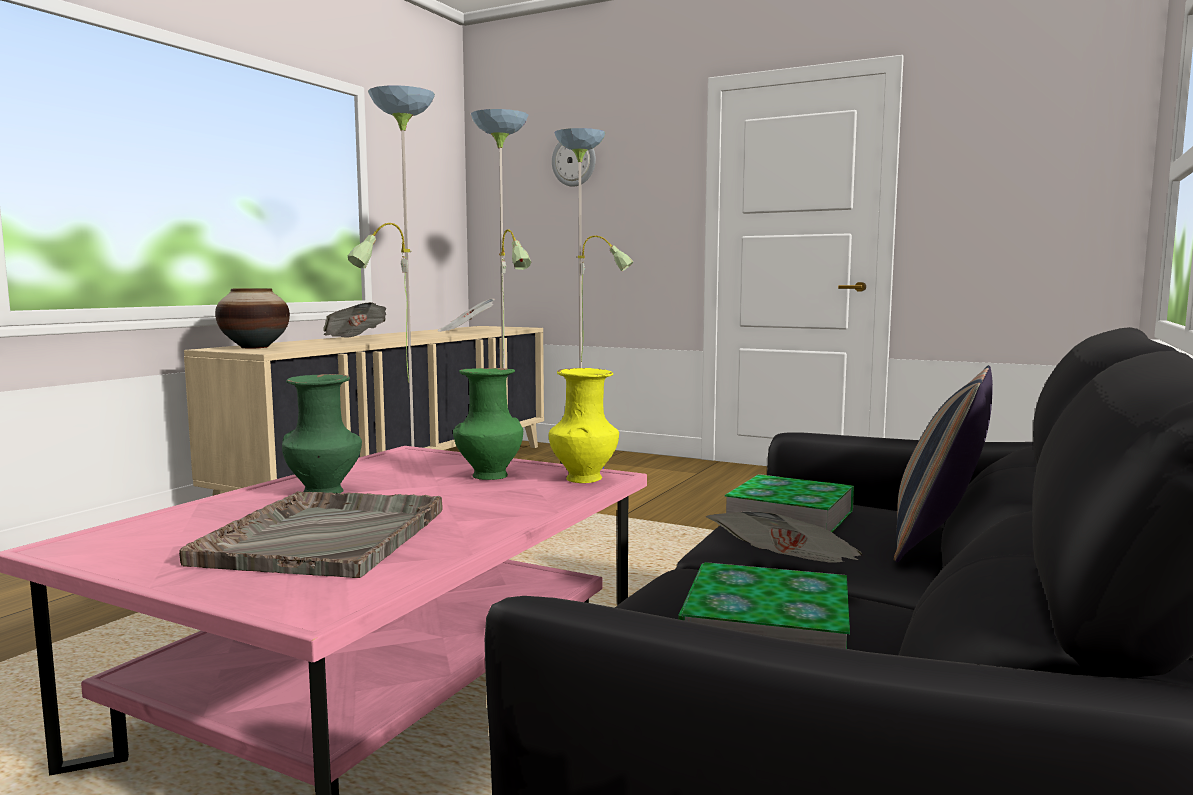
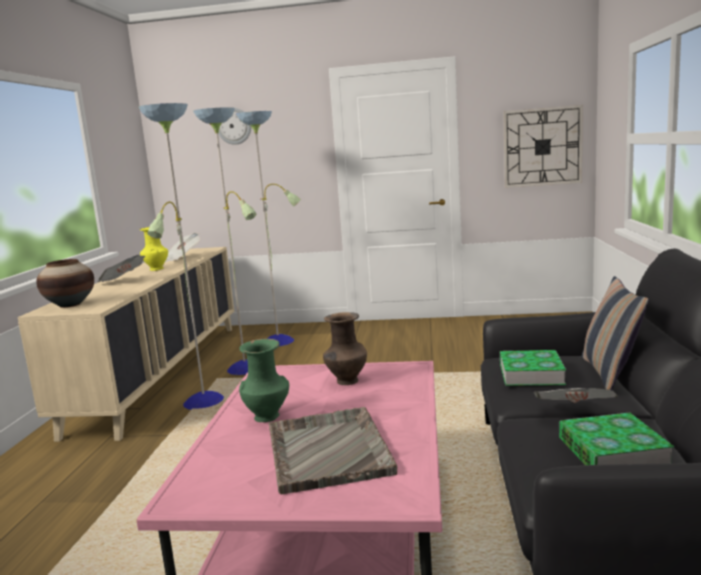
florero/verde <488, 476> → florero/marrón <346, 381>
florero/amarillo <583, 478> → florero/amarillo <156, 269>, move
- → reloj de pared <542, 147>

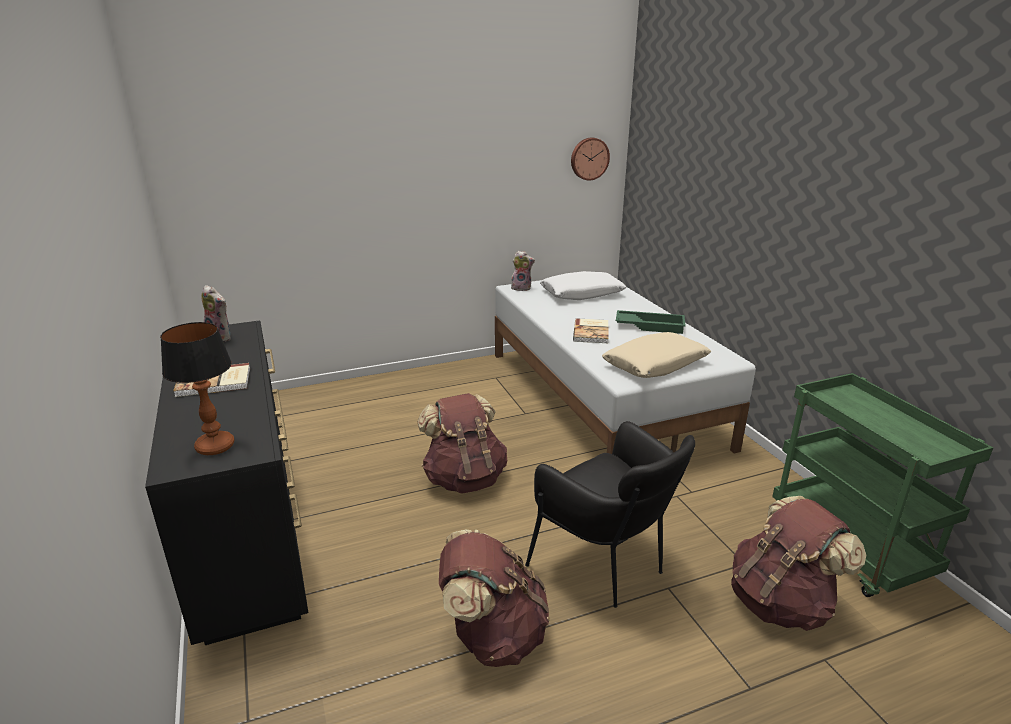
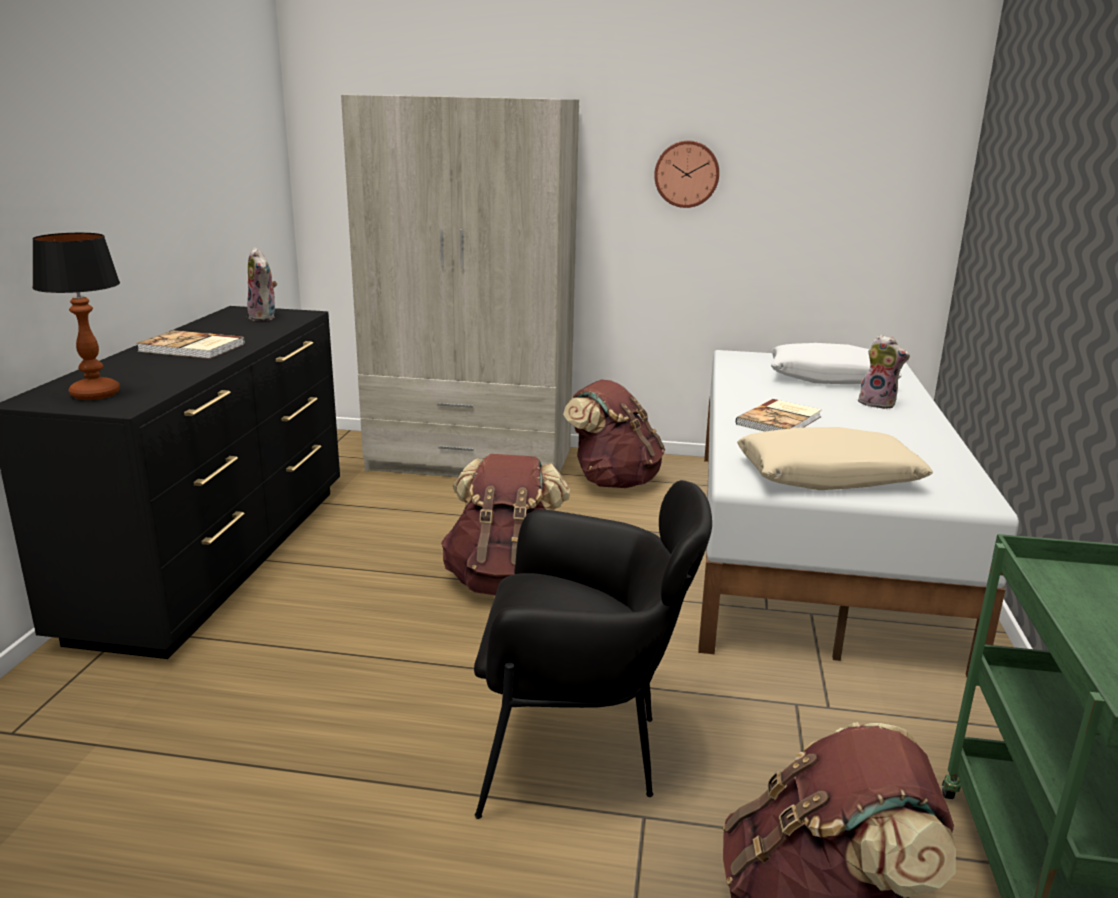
reloj de pared <589, 158> → reloj de pared <686, 174>, move
peluche <521, 288> → peluche <878, 403>, move
bandeja/verde <650, 325> → -
sillón/negro <606, 566> → sillón/negro <581, 750>, 75 degrees counterclockwise
mochila/marrón <493, 636> → mochila/marrón <613, 481>, move
- → armario ropero/beis <471, 460>

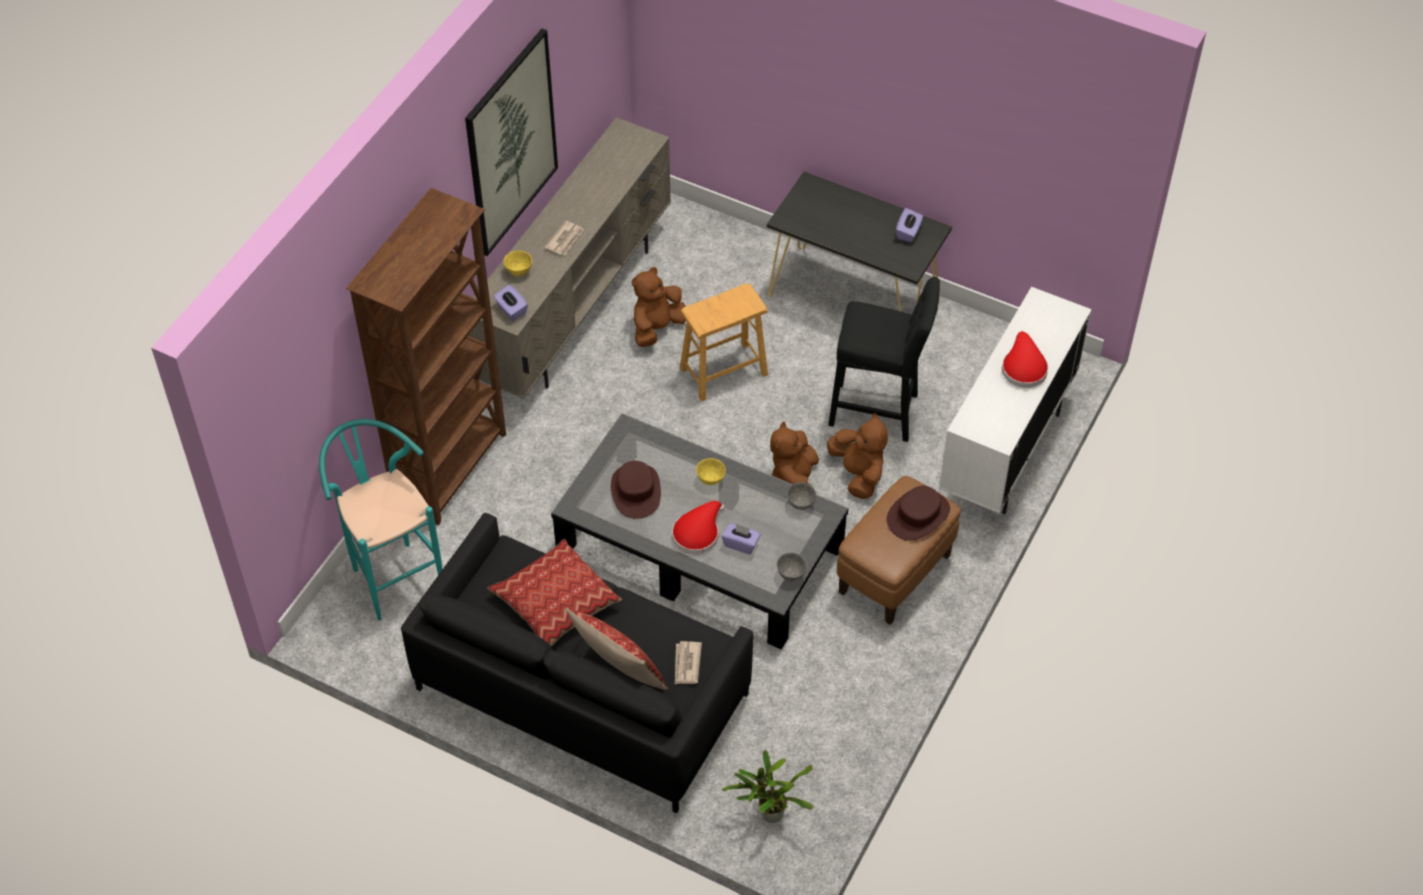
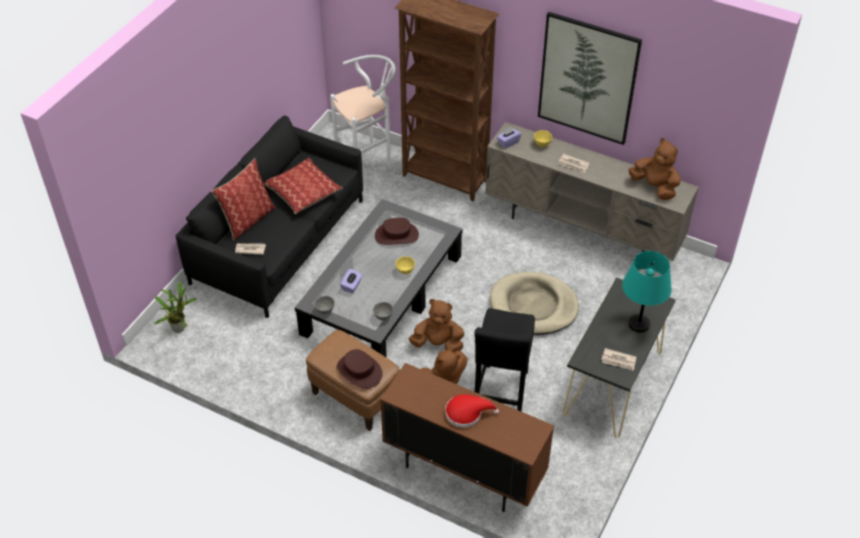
caja de pañuelos/morado <908, 232> → periódico <618, 360>
peluche/marrón <657, 328> → peluche/marrón <654, 187>, move
taburete/marrón <723, 371> → cama para perro/beis <533, 306>
armario/blanco <1005, 454> → armario/marrón <463, 472>
taburete/turquesa <392, 573> → taburete/blanco <368, 159>
sombrero/rojo <698, 533> → -
- → lámpara de mesa/turquesa <639, 324>

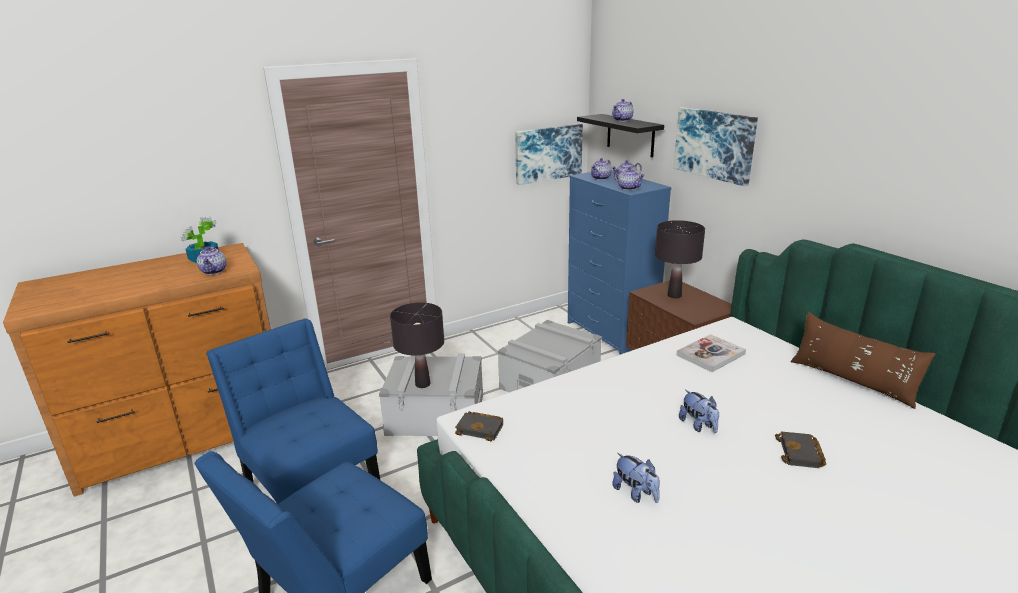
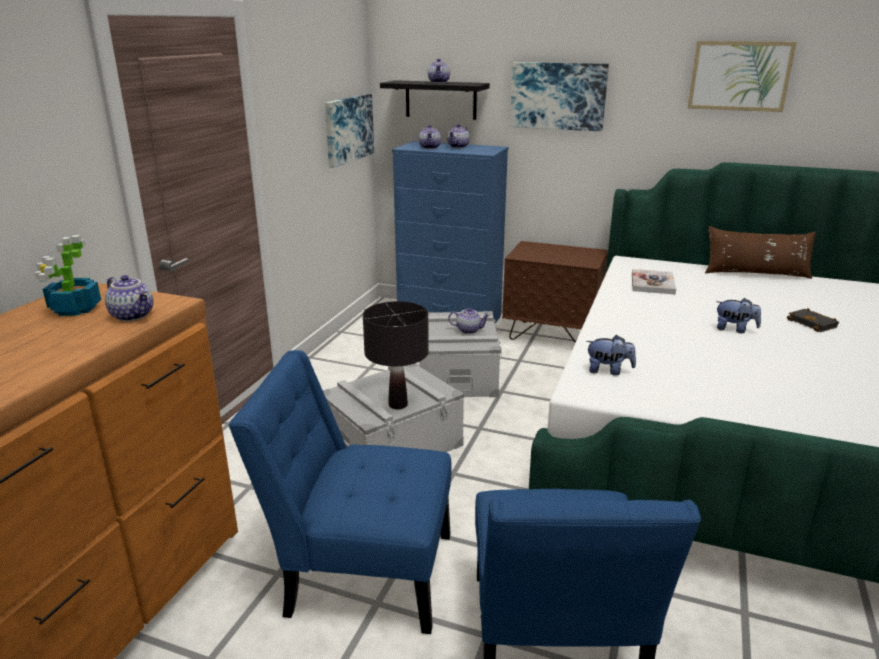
tetera <629, 188> → tetera <469, 330>, move
lámpara de mesa/negro <674, 295> → -
libro/negro <481, 429> → -
peluche <636, 493> → peluche <608, 371>, move
- → cuadro <739, 76>

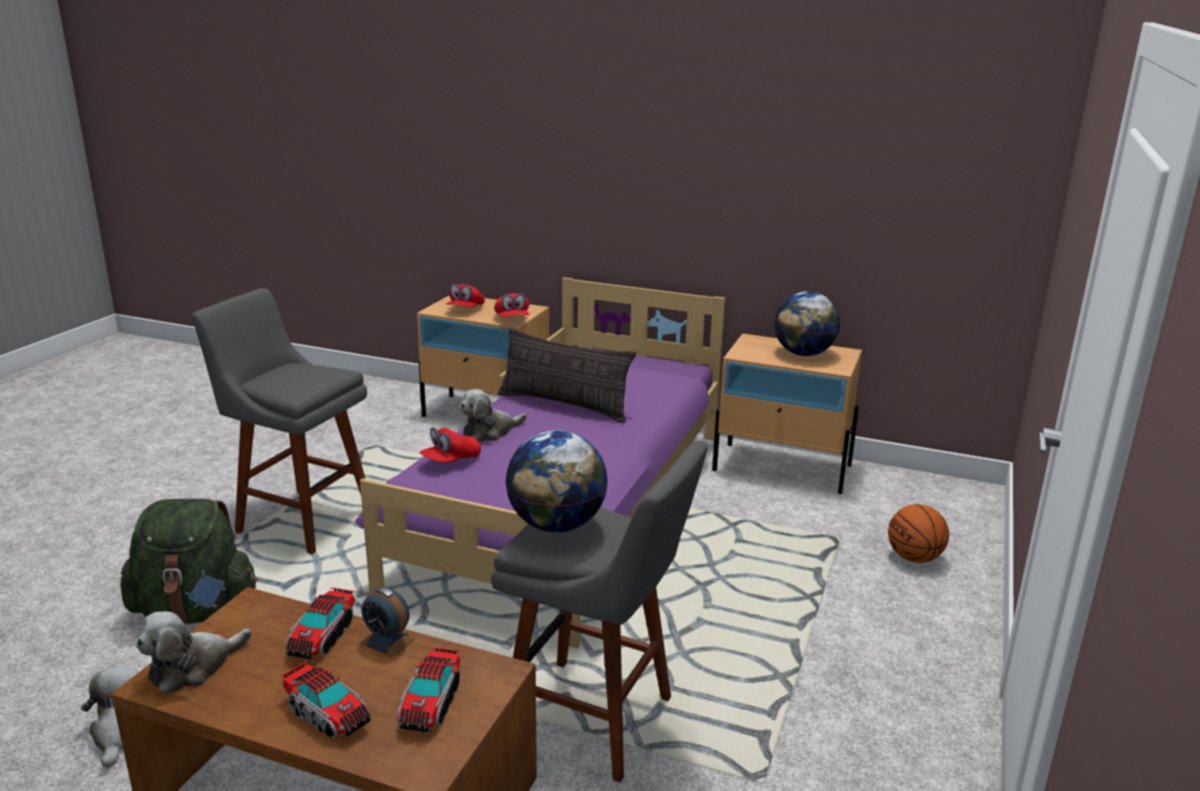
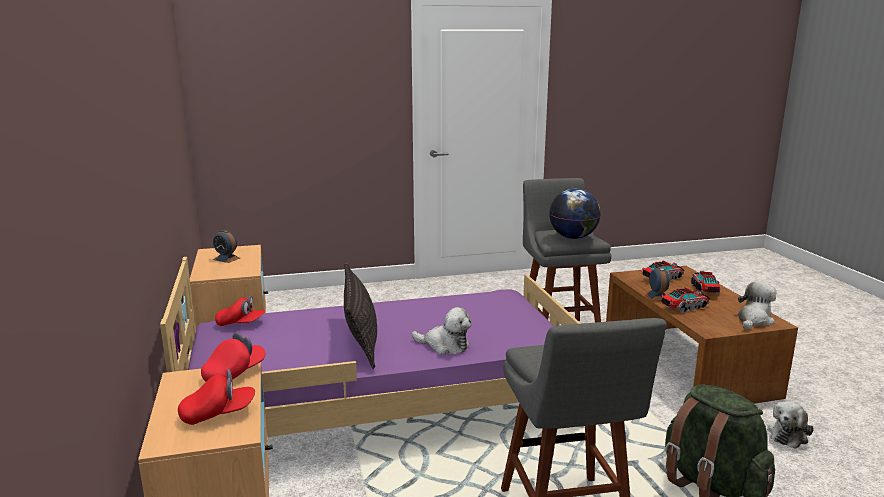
globo terráqueo <803, 354> → despertador <226, 259>
gorra/rojo <451, 461> → gorra/rojo <241, 324>, move
balón de baloncesto <914, 558> → -
peluche <193, 667> → peluche <754, 320>, 60 degrees counterclockwise

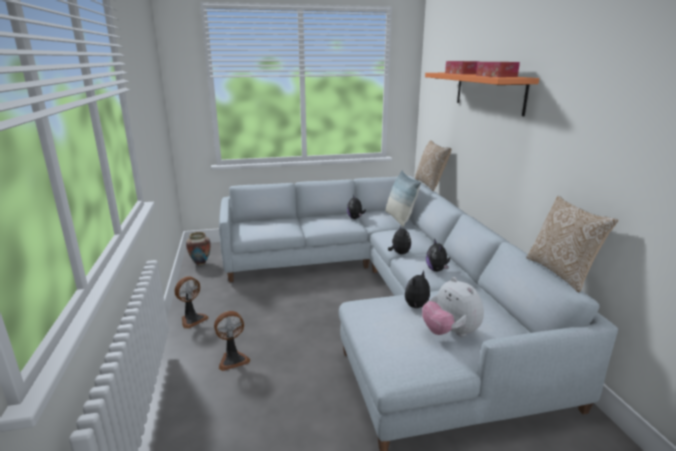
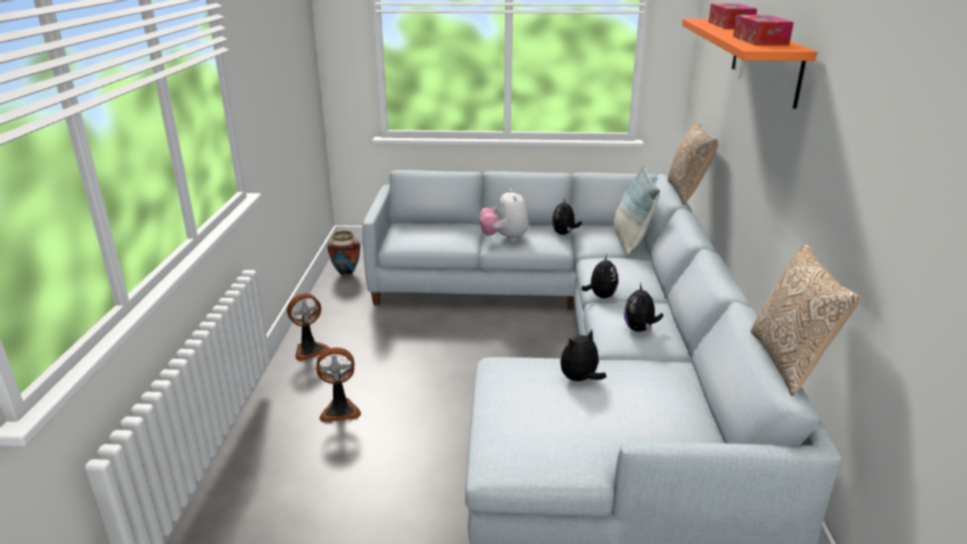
peluche <450, 333> → peluche <504, 238>, move

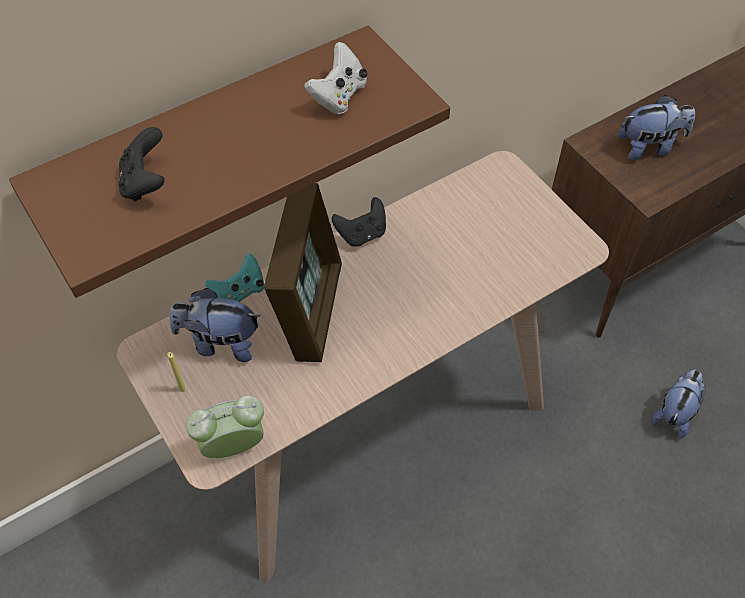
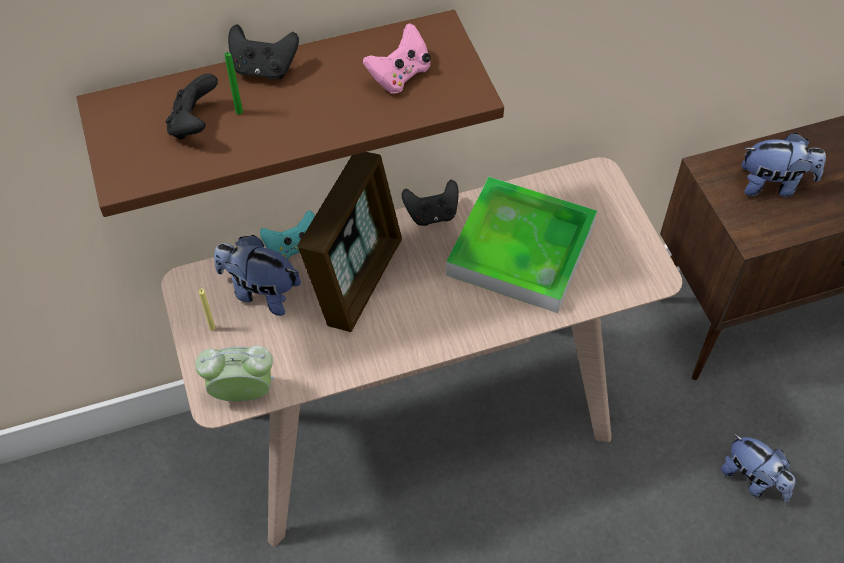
mando de consola/blanco <338, 96> → mando de consola/rosa <400, 75>
peluche <674, 413> → peluche <753, 480>, 90 degrees clockwise
- → mando de consola/negro <264, 69>
- → vela/verde <239, 112>
- → bandeja <521, 249>

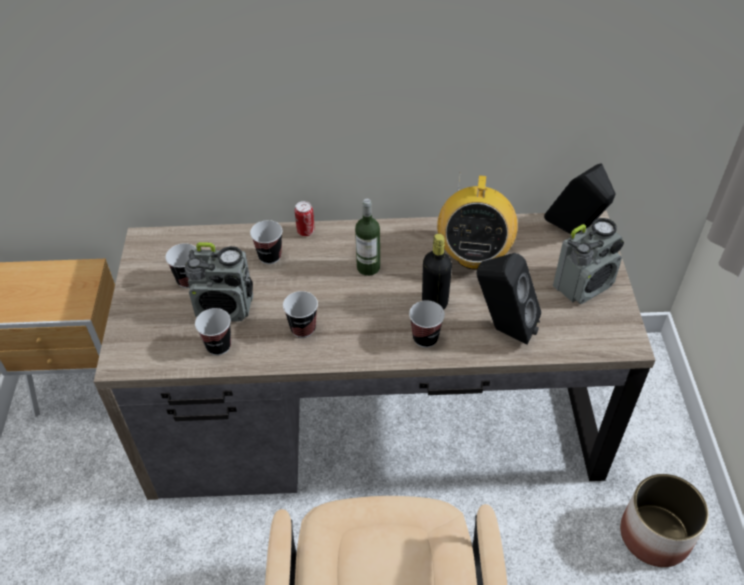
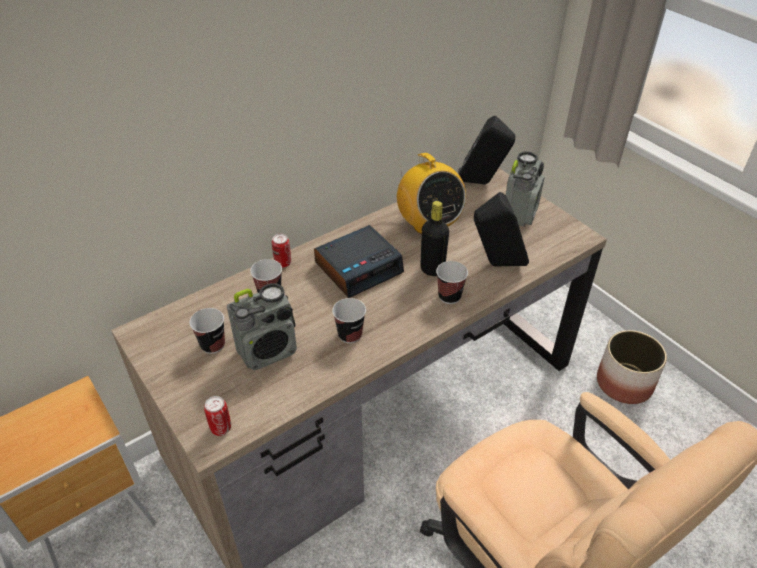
botella <368, 267> → despertador <359, 267>
taza <218, 346> → -
- → lata <221, 428>

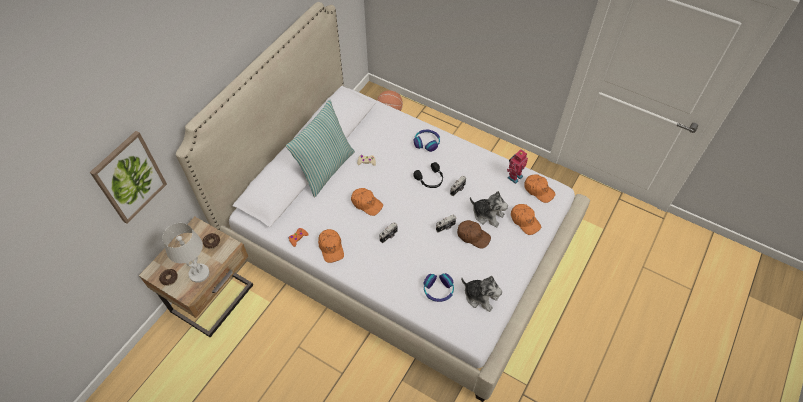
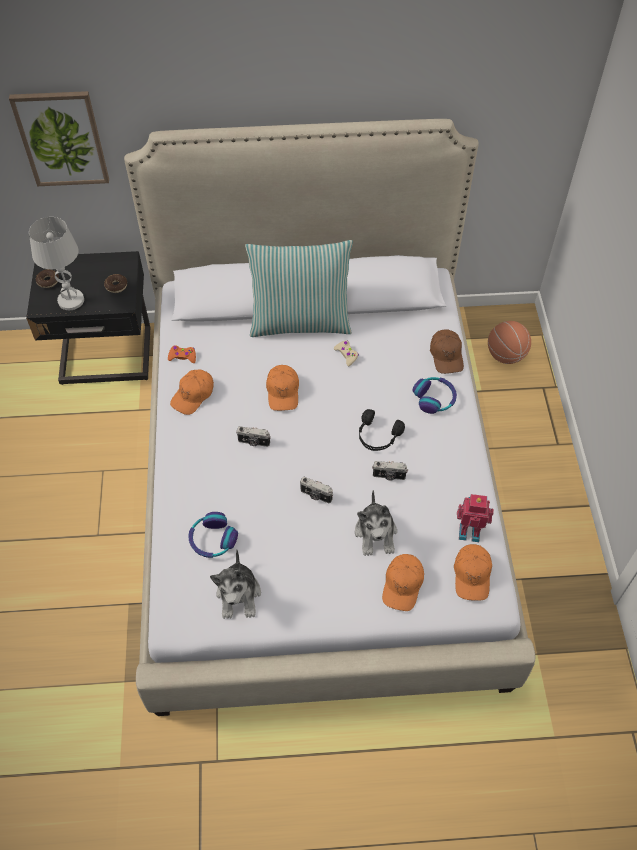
mesita de noche/beis <215, 299> → mesita de noche/negro <107, 358>
gorra/marrón <473, 236> → gorra/marrón <446, 355>, move

